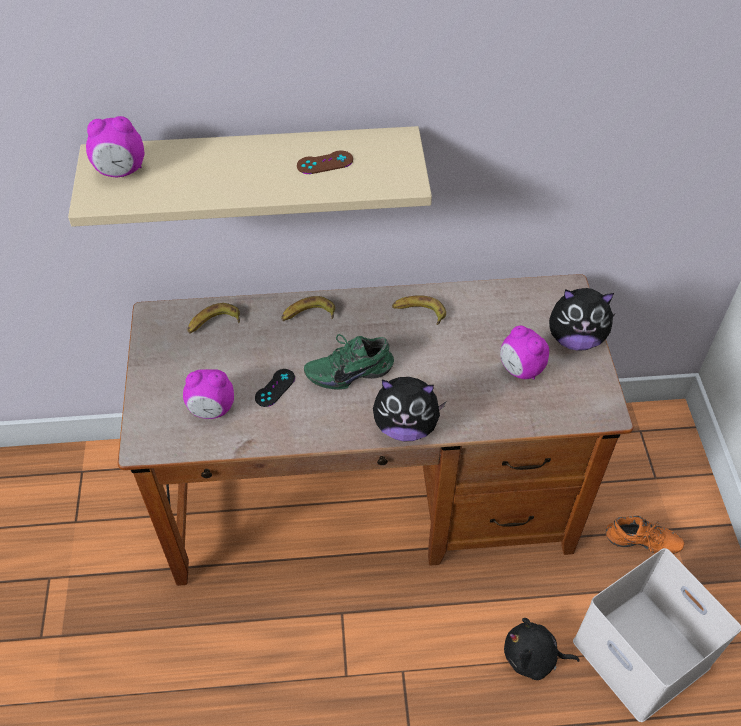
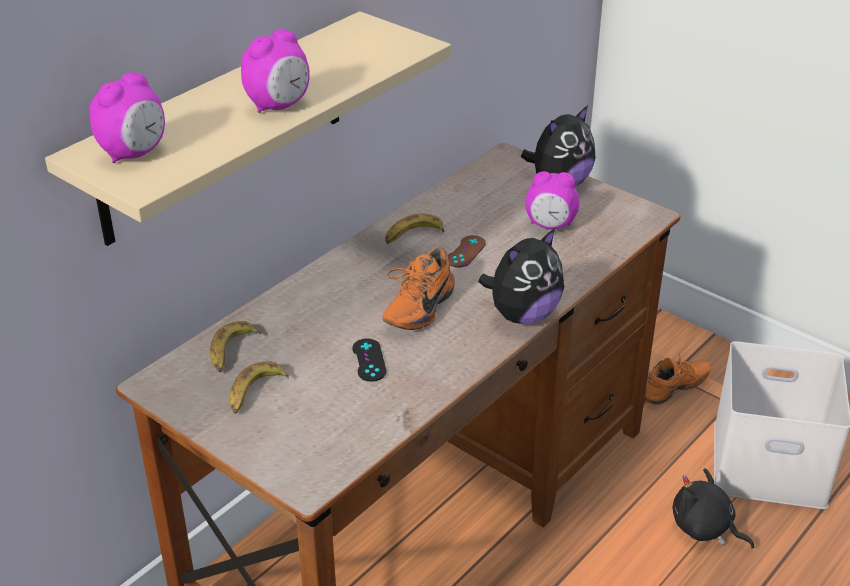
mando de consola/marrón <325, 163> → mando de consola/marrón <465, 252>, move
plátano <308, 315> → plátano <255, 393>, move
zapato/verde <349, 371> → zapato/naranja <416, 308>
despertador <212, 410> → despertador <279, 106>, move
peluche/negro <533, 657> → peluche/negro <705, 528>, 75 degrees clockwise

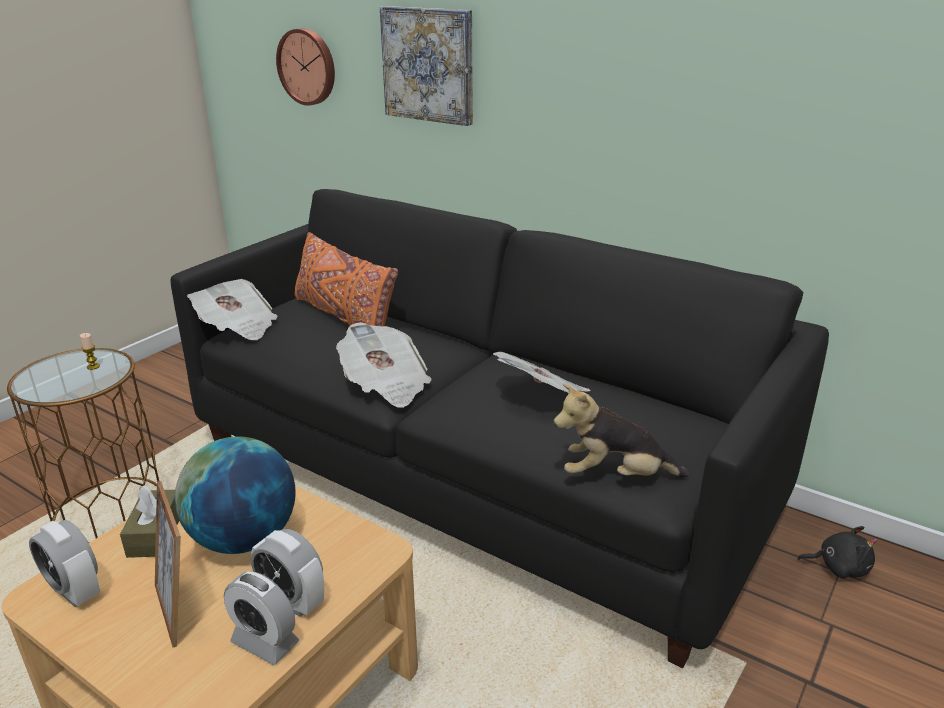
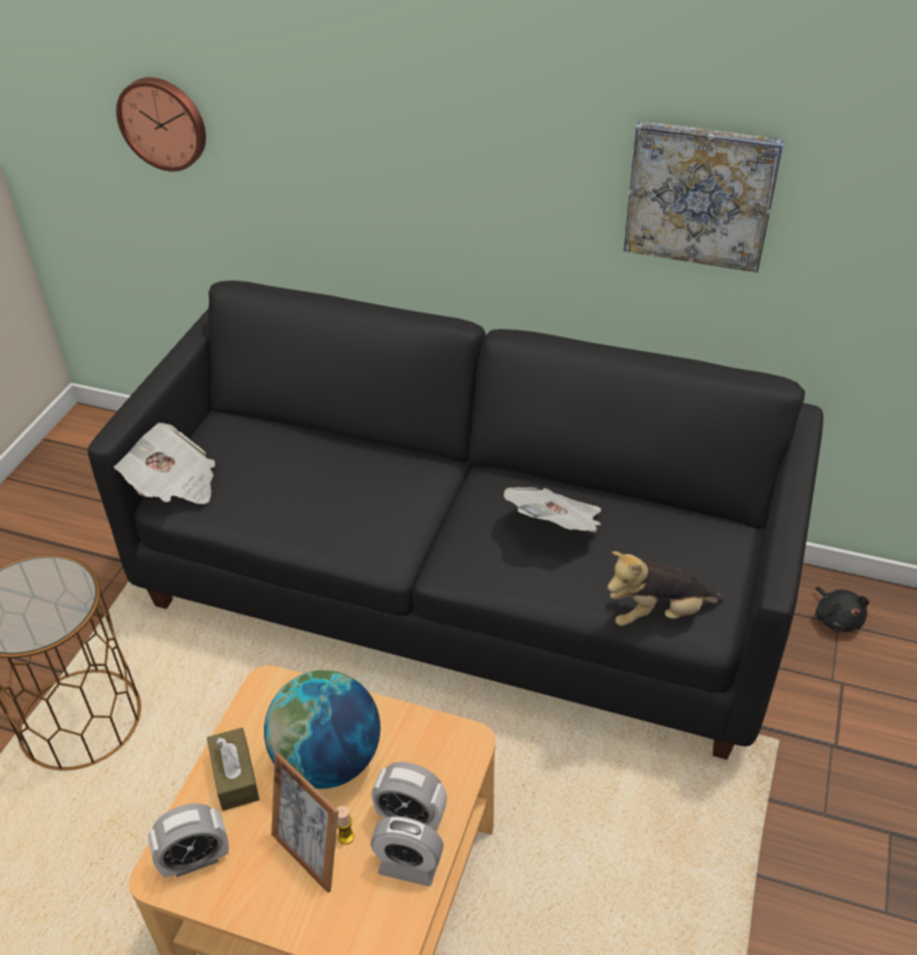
cuadro <429, 65> → cuadro <700, 195>, move
cojín/naranja <344, 317> → -
periódico <386, 385> → -
vela <93, 366> → vela <346, 837>, move
despertador <74, 591> → despertador <195, 860>, 45 degrees counterclockwise
peluche/negro <839, 567> → peluche/negro <837, 619>, 75 degrees clockwise

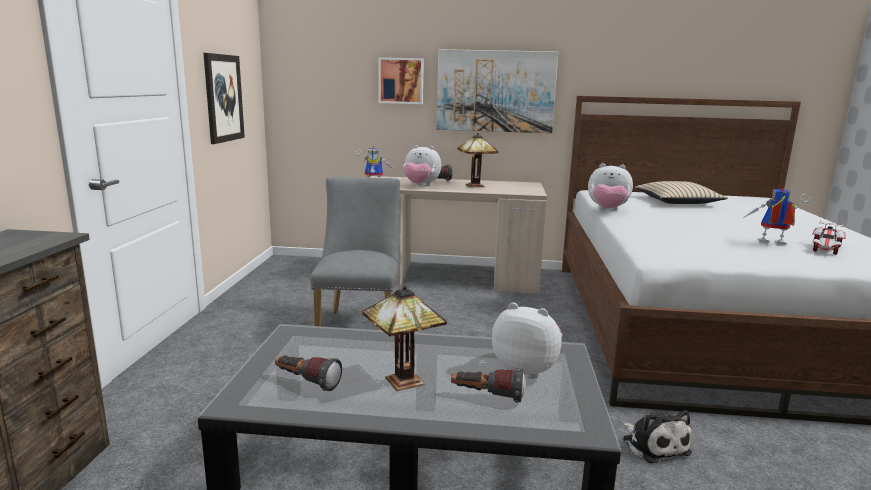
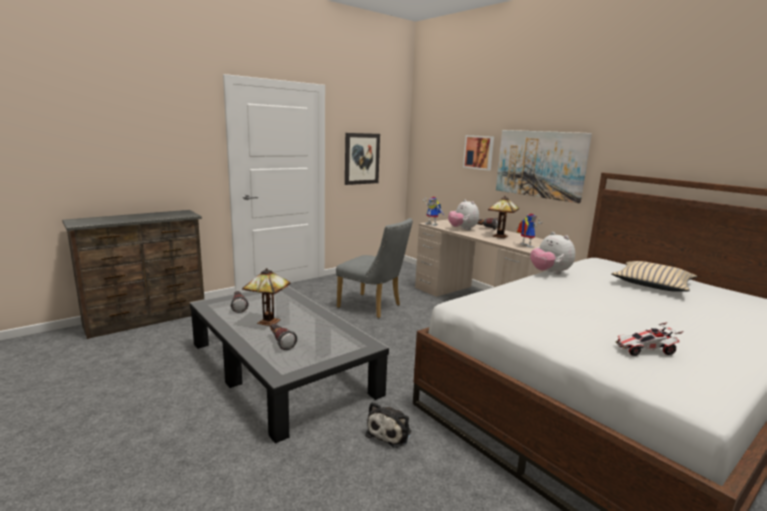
silla/gris <359, 323> → silla/gris <373, 307>, 75 degrees clockwise
robot de juguete <770, 243> → robot de juguete <524, 246>, move
peluche <526, 369> → -

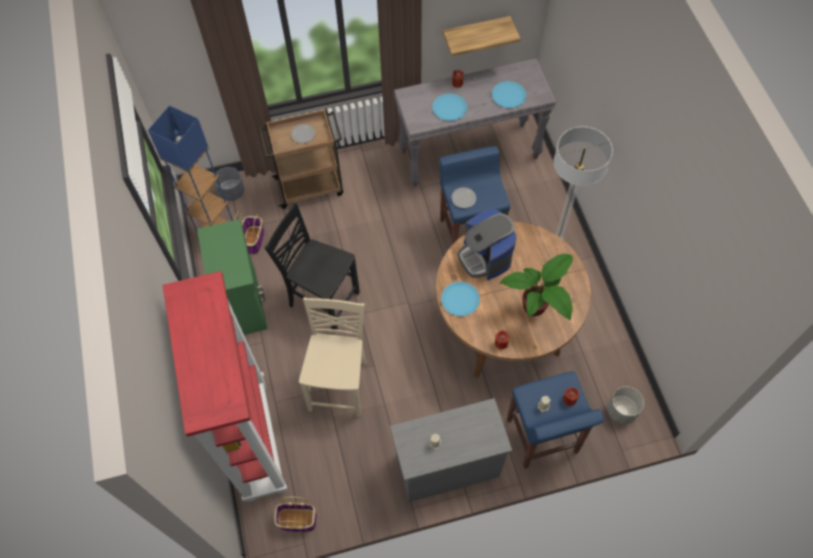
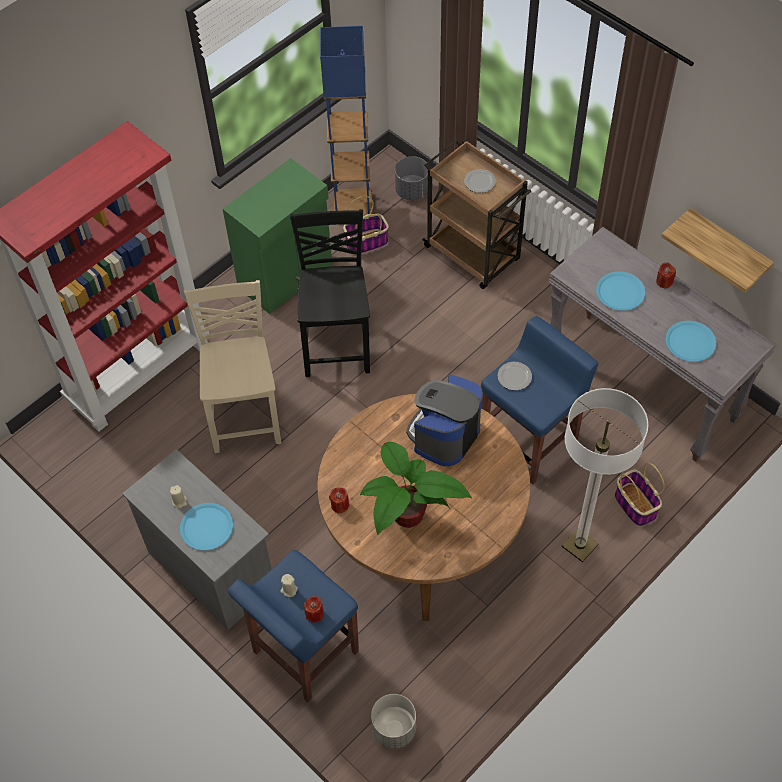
plato/azul <460, 299> → plato/azul <206, 527>, move
silla/beis <340, 385> → silla/beis <246, 415>, 75 degrees counterclockwise
cesta <296, 520> → cesta <634, 505>, move

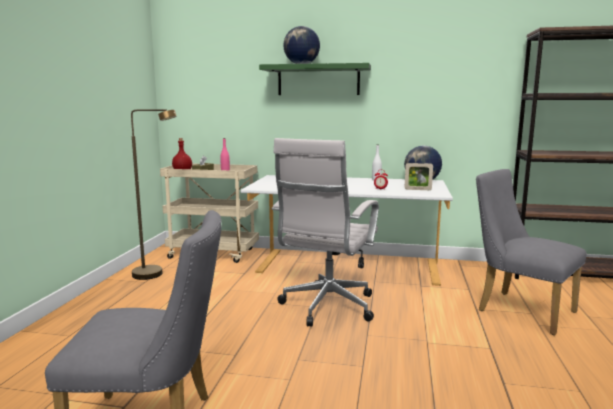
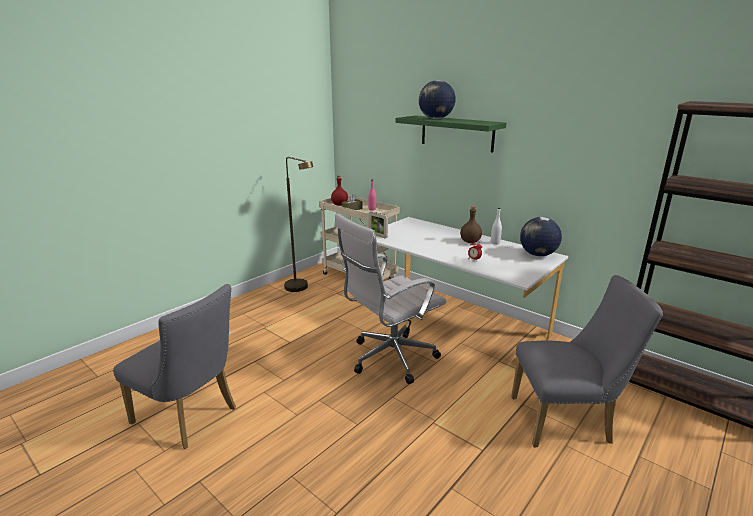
portarretratos <418, 189> → portarretratos <378, 235>, move
silla/gris <519, 309> → silla/gris <567, 420>, 105 degrees clockwise
- → botella/marrón <470, 241>

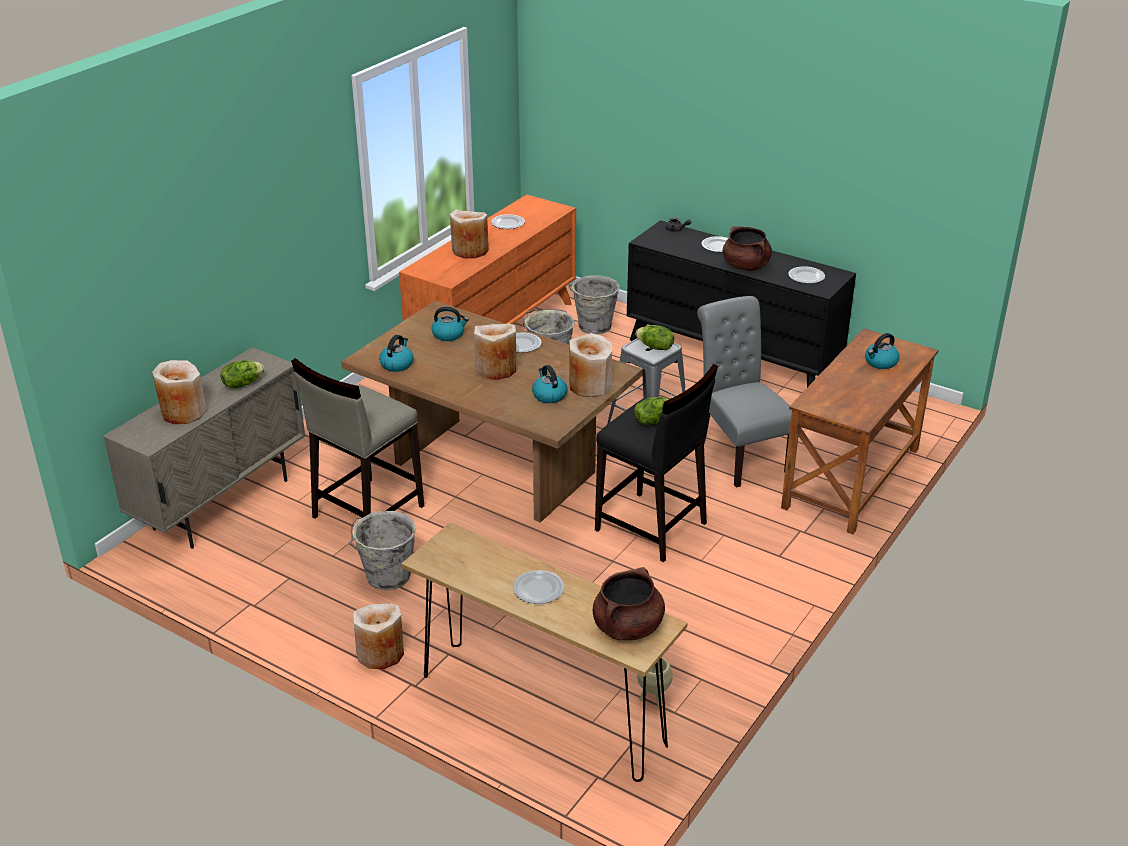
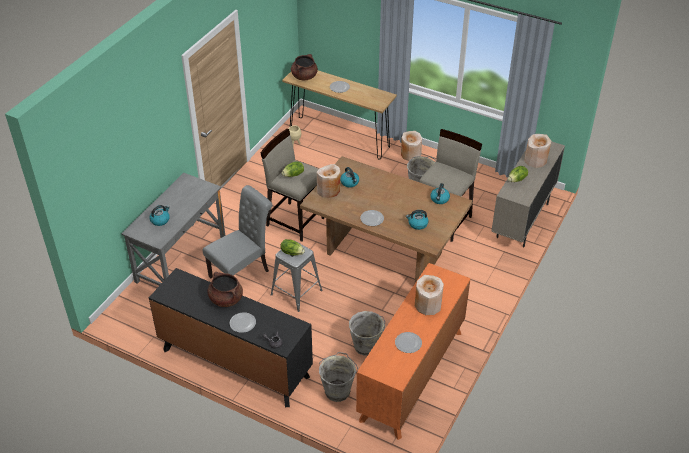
plato <806, 277> → -
silla/gris <739, 454> → silla/gris <242, 272>, 105 degrees counterclockwise
florero/beis <496, 369> → -
escritorio/marrón <852, 478> → escritorio/gris <180, 259>
taburete/negro <651, 527> → taburete/beis <295, 221>

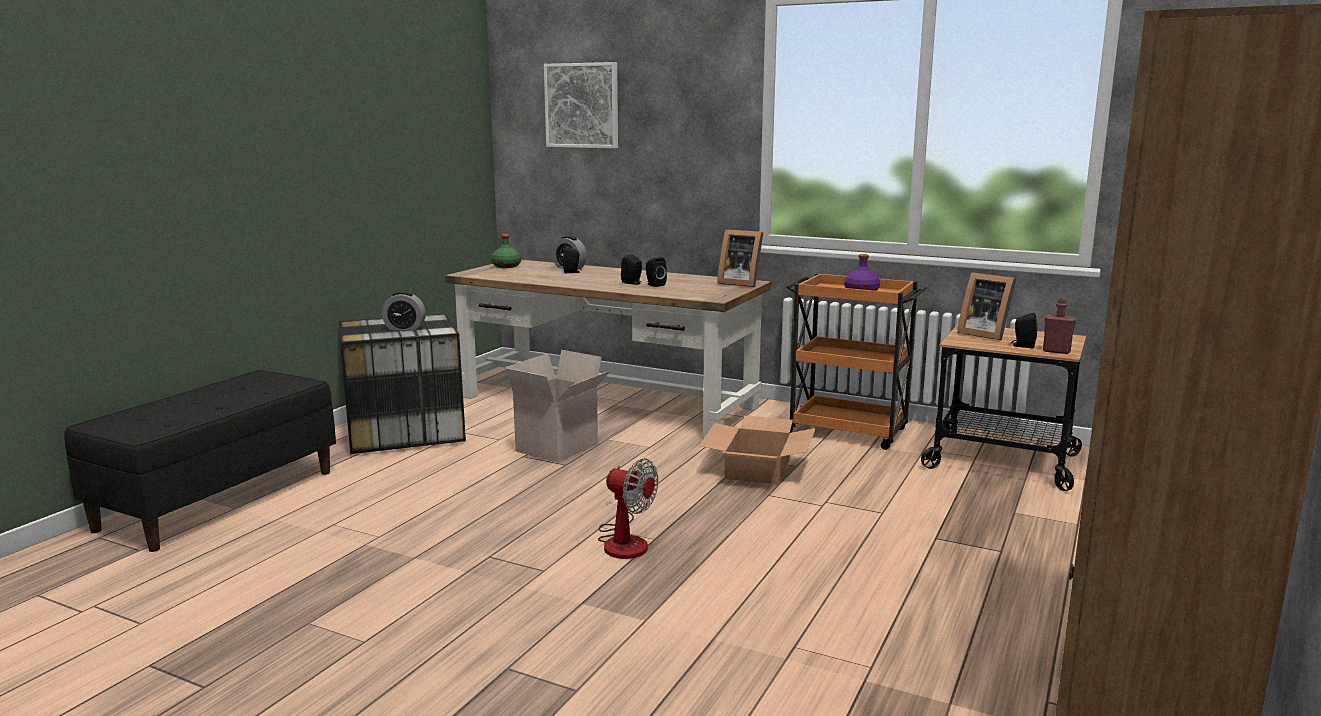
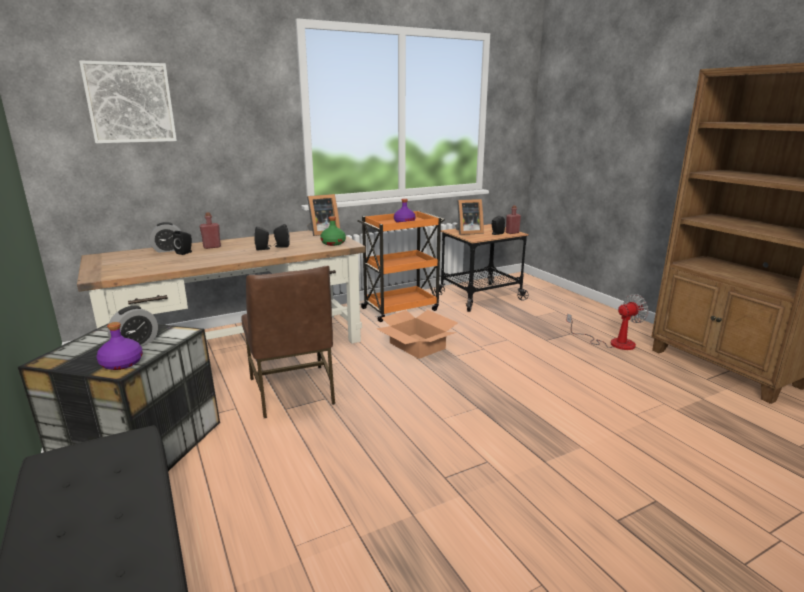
botella/verde <506, 266> → botella/verde <333, 243>, move
caja de cartón <558, 448> → silla/marrón <292, 391>
ventilador <624, 540> → ventilador <612, 343>, move
- → botella/rojo <212, 247>
- → botella/morado <121, 363>

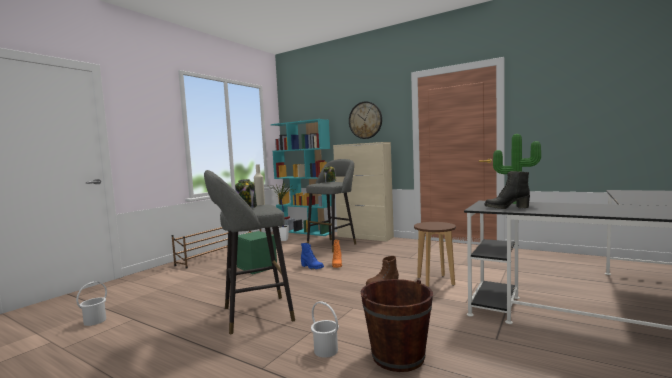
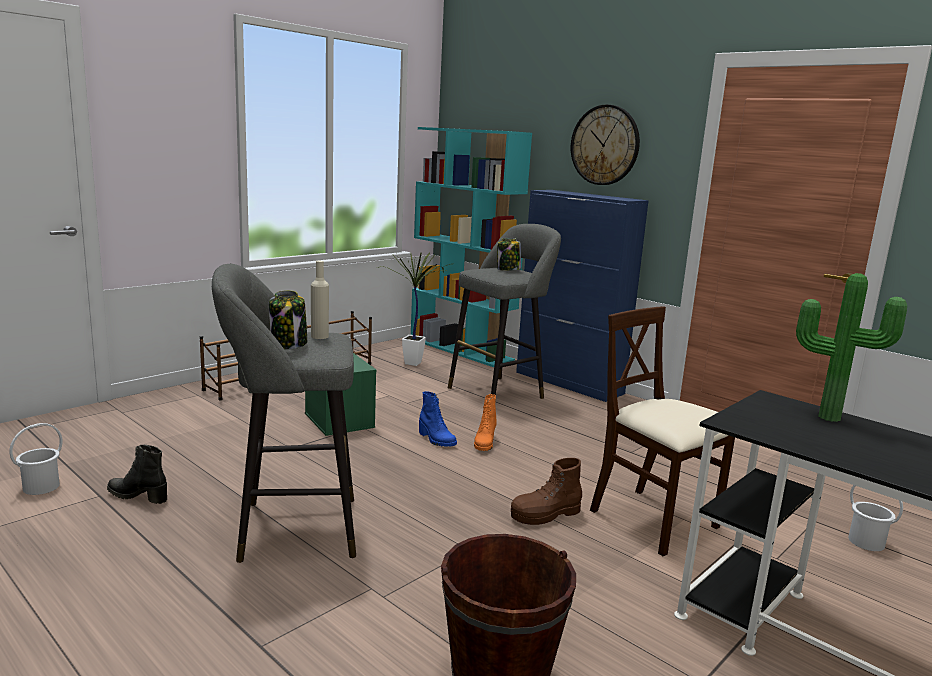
armario/beis <365, 237> → armario/azul <569, 383>
bota/negro <506, 208> → bota/negro <138, 496>, move
taburete/marrón <435, 281> → silla/beis <654, 520>
cubo/blanco <325, 351> → cubo/blanco <866, 542>, move

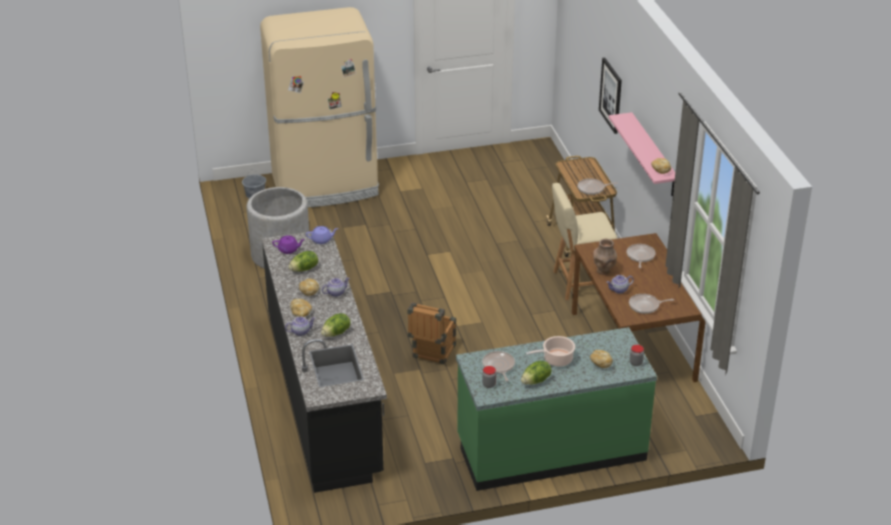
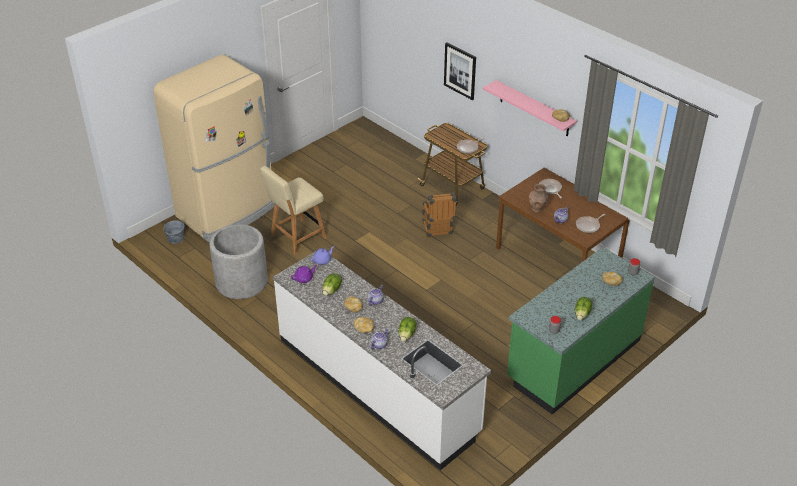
silla/beis <579, 283> → silla/beis <296, 238>, move
mueble bajo de cocina/negro <324, 394> → mueble bajo de cocina/blanco <378, 385>
caja de embalaje <431, 354> → caja de embalaje <438, 230>, move
olla <556, 359> → -
sartén <498, 366> → -

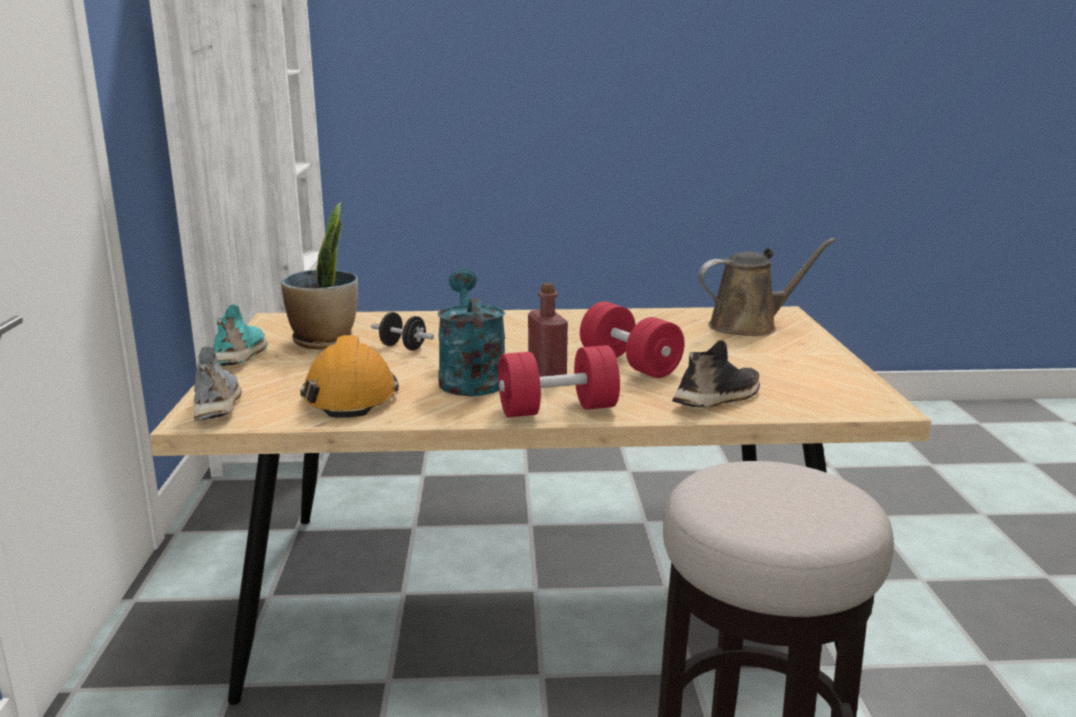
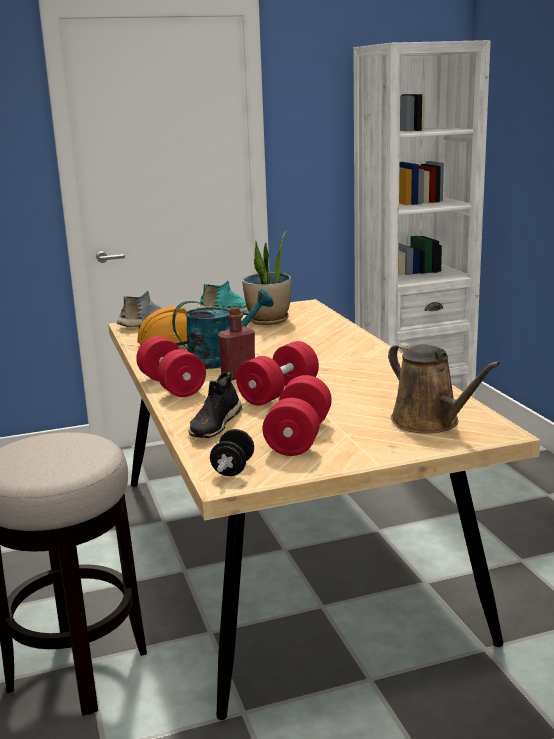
mancuerna/negro <403, 347> → mancuerna/negro <233, 469>, move
zapato/negro <719, 399> → zapato/negro <214, 425>, 75 degrees clockwise
- → mancuerna/rojo <299, 437>

